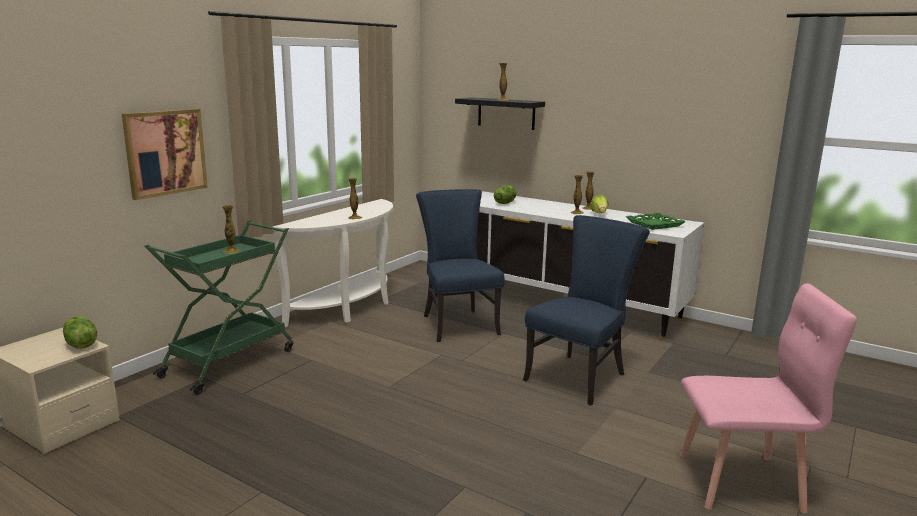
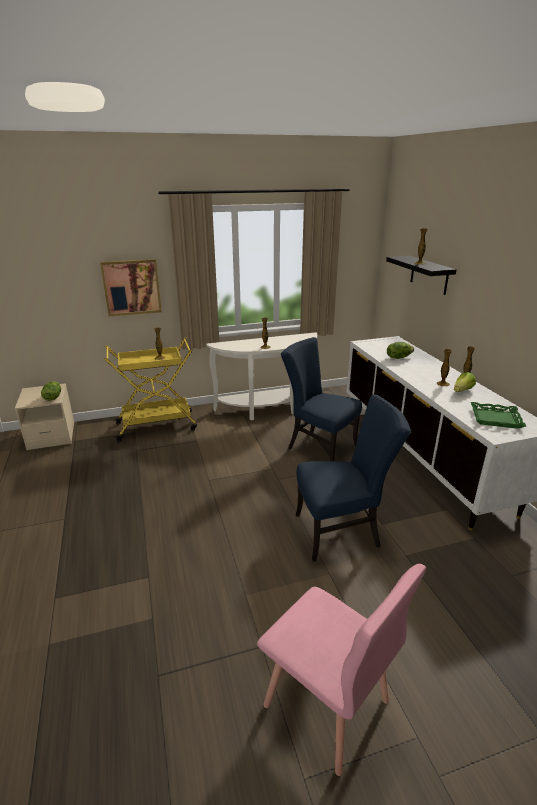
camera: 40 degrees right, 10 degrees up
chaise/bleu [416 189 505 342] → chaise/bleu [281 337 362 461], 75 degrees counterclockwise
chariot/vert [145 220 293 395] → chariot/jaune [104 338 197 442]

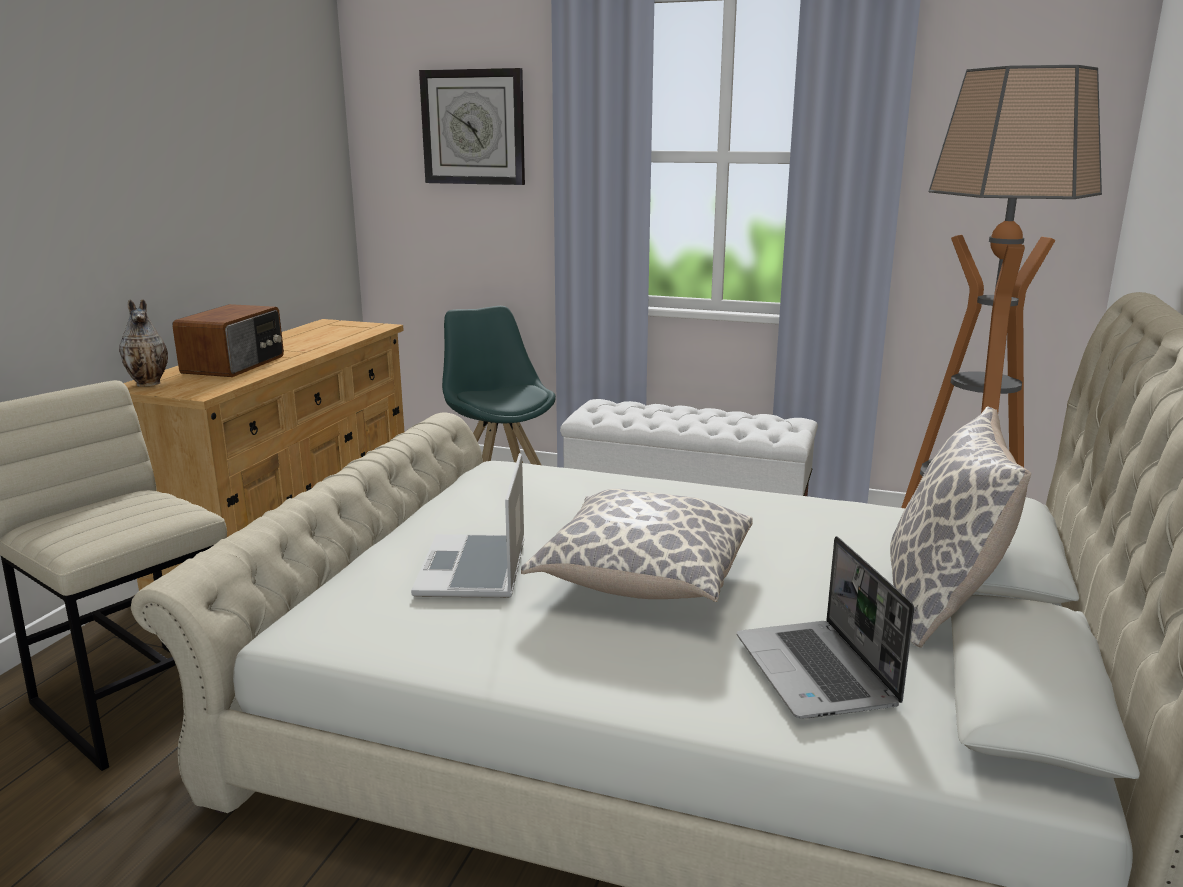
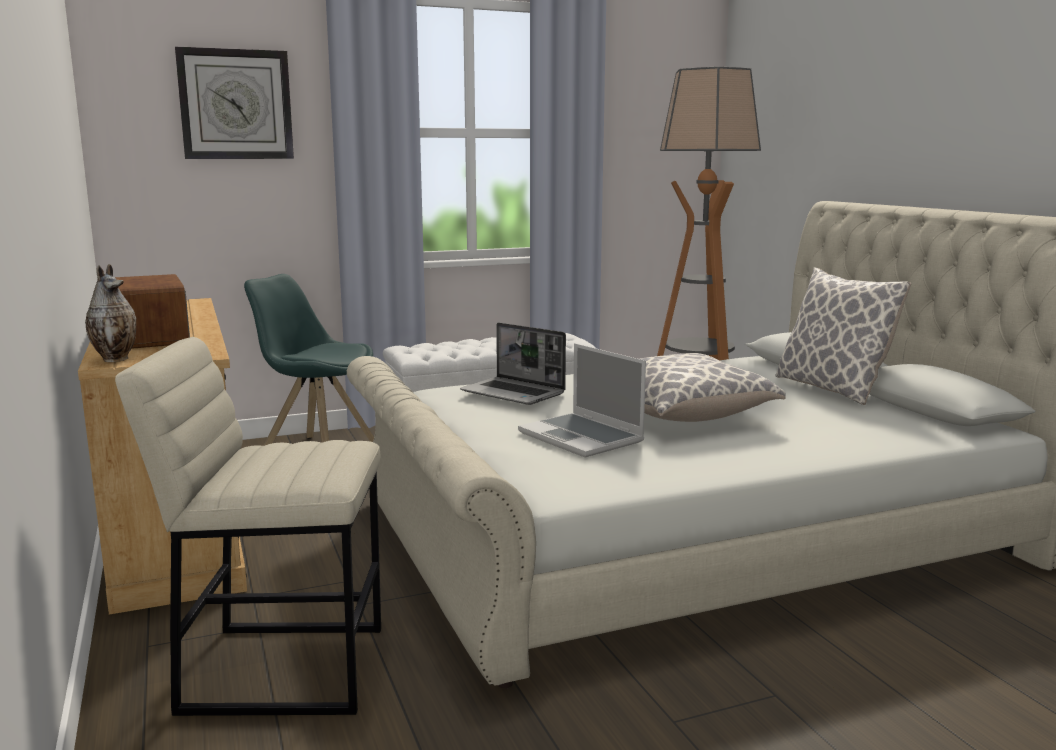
camera: 40 degrees left, 5 degrees down
ordinateur portable [737 536 914 718] → ordinateur portable [460 323 566 405], move

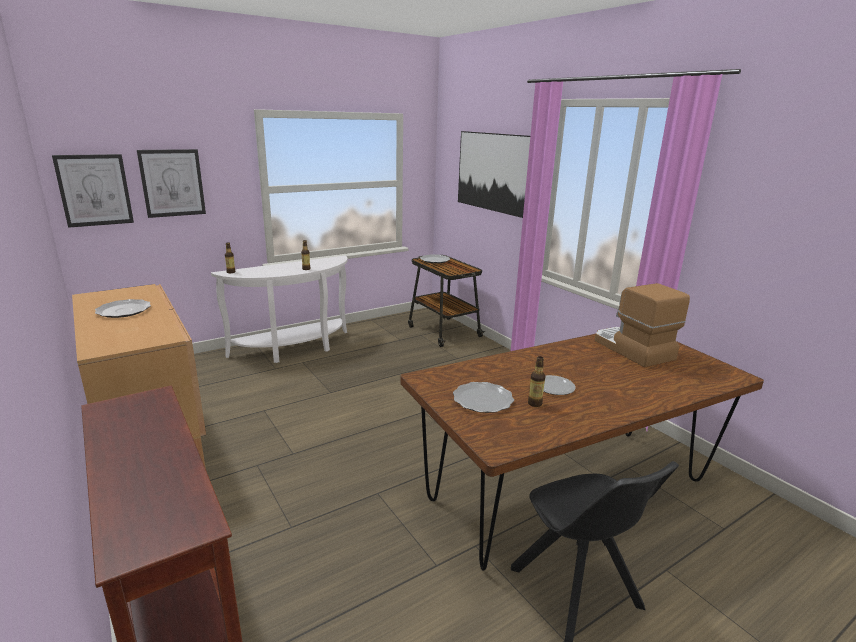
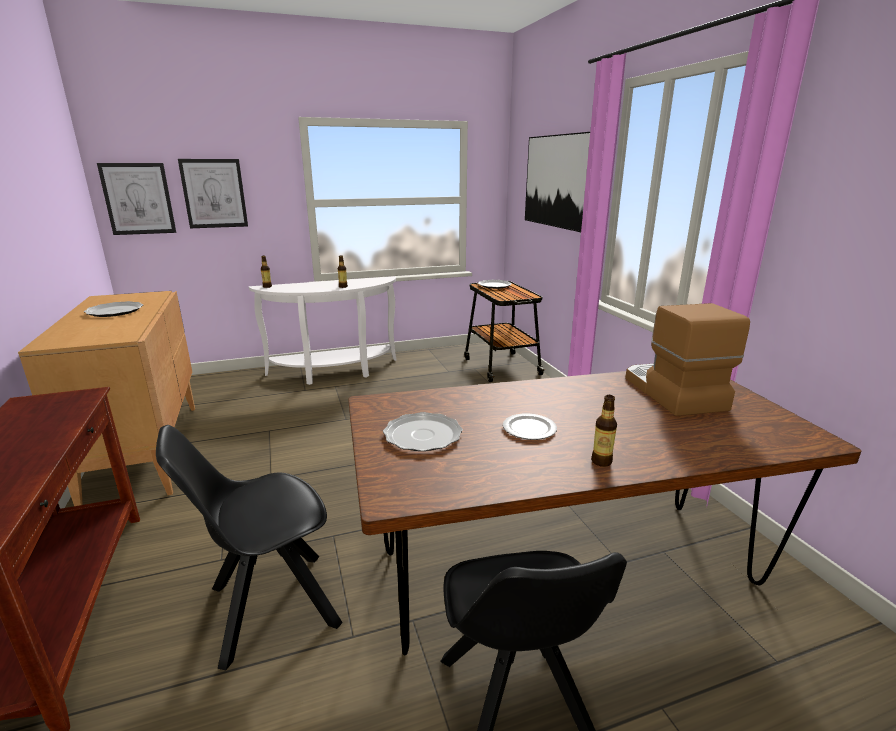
camera: 15 degrees right, 0 degrees up
bouteille [528 356 545 407] → bouteille [591 395 617 467], move
- → chaise/noir [156 425 343 670]

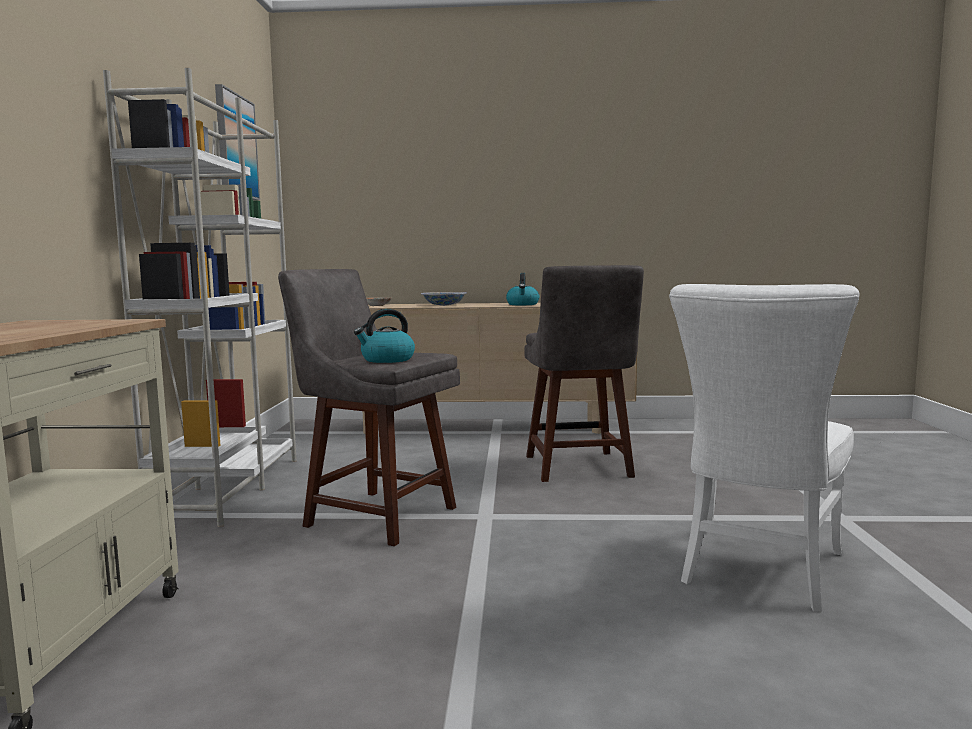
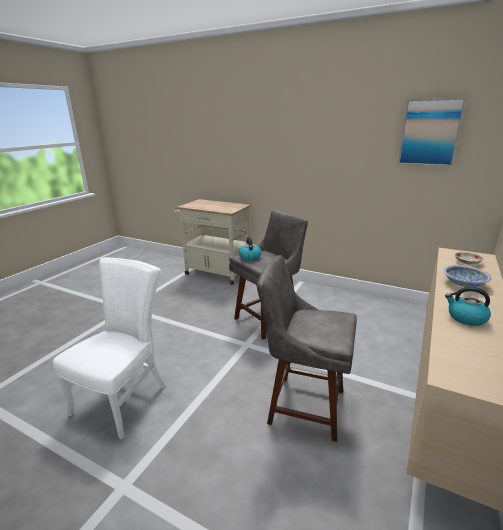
camera: 115 degrees right, 15 degrees up
bibliothèque/blanc [103 68 297 527] → -
chaise/blanc [669 284 860 612] → chaise/blanc [53 257 165 439], 60 degrees clockwise

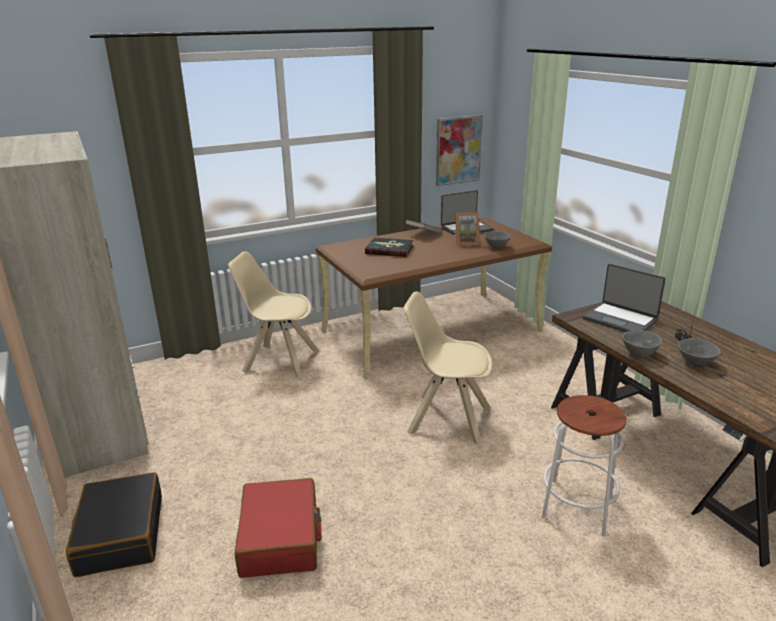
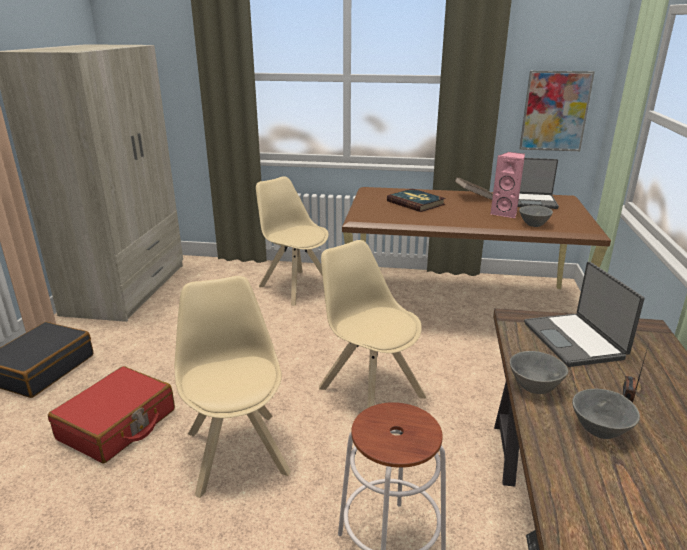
camera: 35 degrees right, 0 degrees up
cadre photo [454 212 480 246] → enceinte/rose [490 152 525 218]
- → chaise/beige [175 276 291 498]

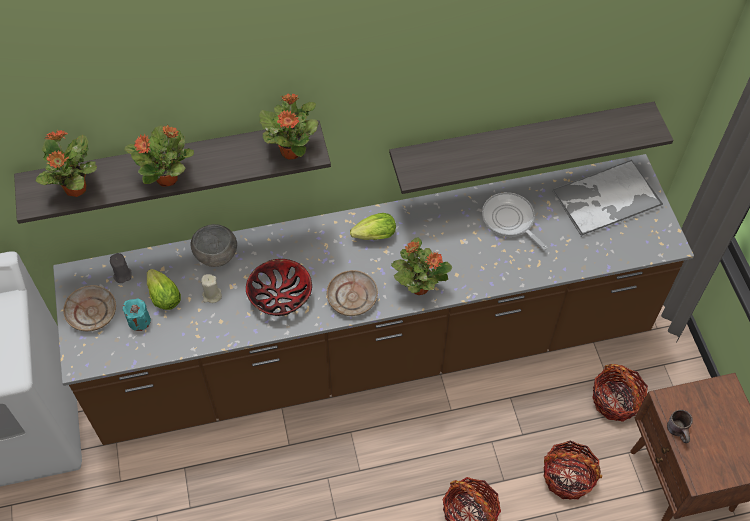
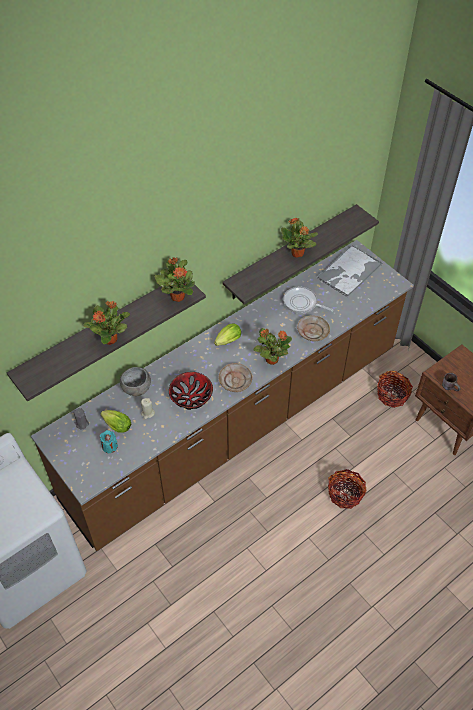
camera: 25 degrees left, 5 degrees down
plante en pot [36 130 97 197] → plante en pot [281 217 318 258], move
assiette/beige [63 285 116 331] → assiette/beige [297 315 330 341], move
panier [544 440 602 500] → -

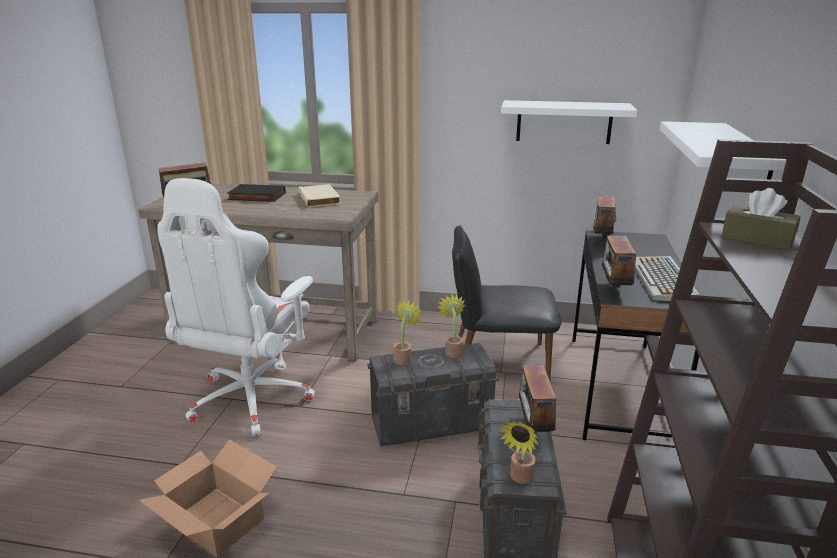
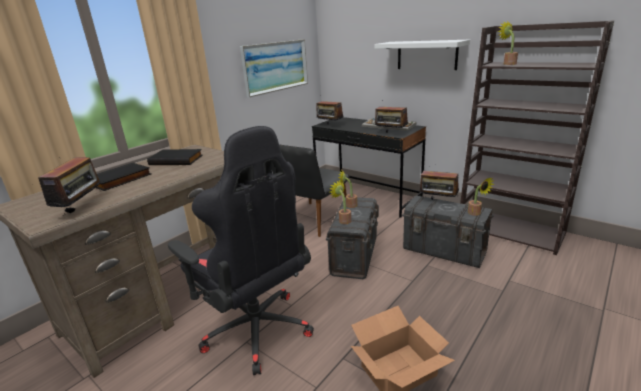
camera: 60 degrees left, 0 degrees up
étagère/blanc [501 100 637 144] → tableau [240 39 308 97]
chaise de bureau/blanc [157 178 315 437] → chaise de bureau/noir [168 126 314 375]
livre/beige [298 184 341 208] → livre/noir [147 149 203 165]
boîte à mouchoirs/marron [721 188 801 250] → plante en pot [498 21 518 65]

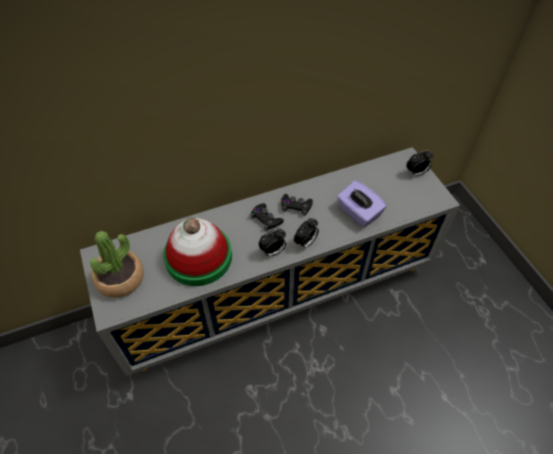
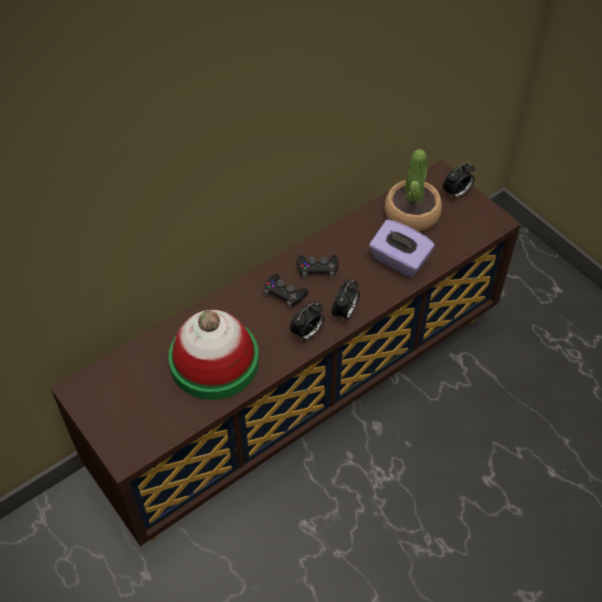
camera: 15 degrees left, 0 degrees up
meuble télé/gris [80 147 460 376] → meuble télé/marron [51 160 521 546]
plante en pot [90 231 144 297] → plante en pot [385 149 442 232], move

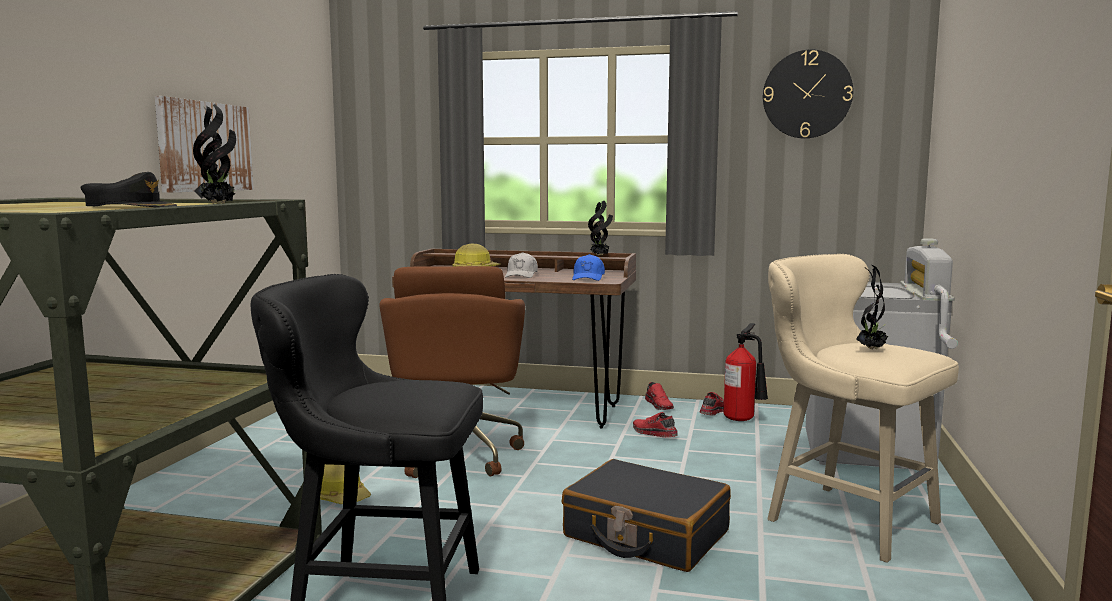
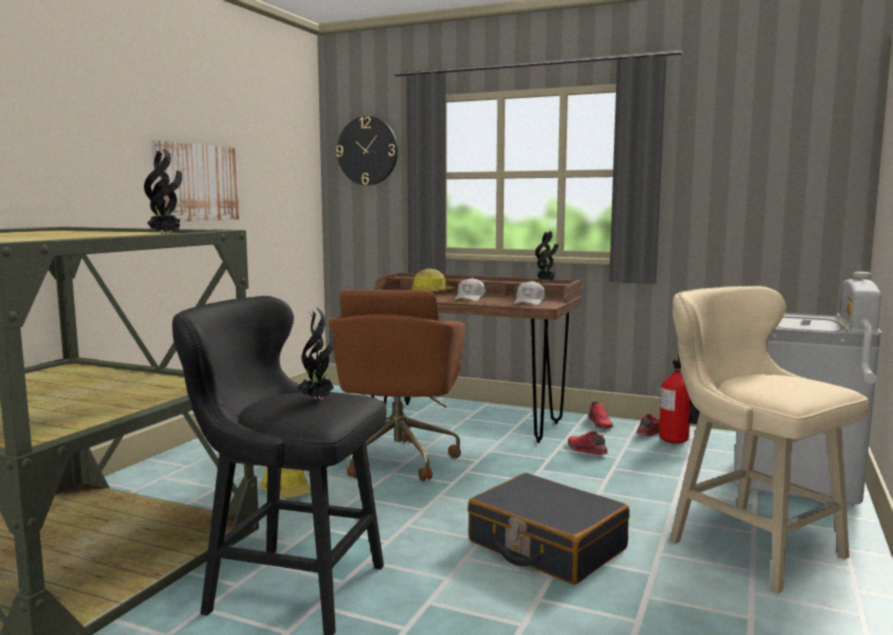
camera: 10 degrees right, 0 degrees up
horloge murale [763 49 853 139] → horloge murale [336 116 398 185], move
casquette/noir [80 172 177 207] → -
casquette/bleu [572 254 605 281] → casquette/blanc [514 281 546 306]
plante en pot [856 264 888 349] → plante en pot [297 308 334 400], move

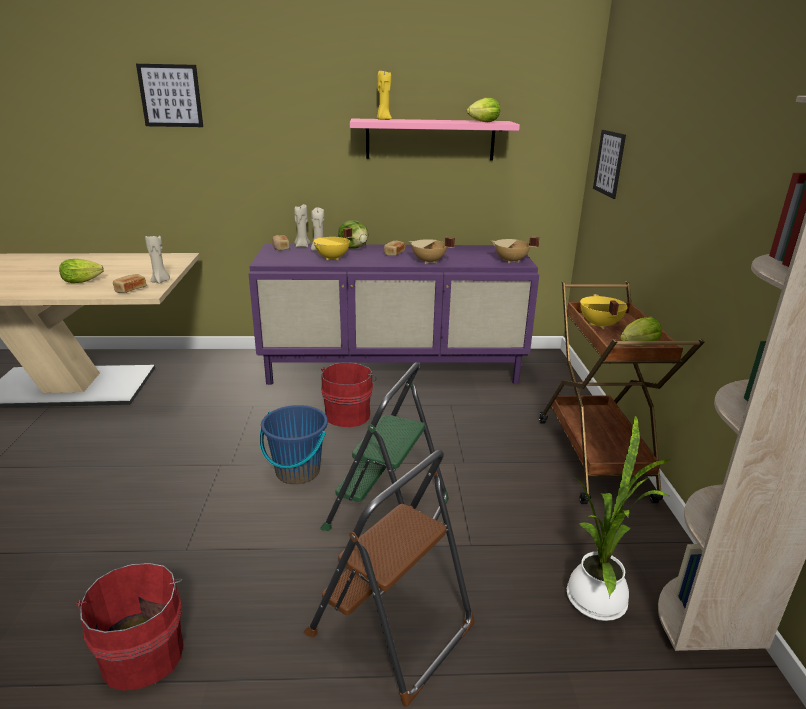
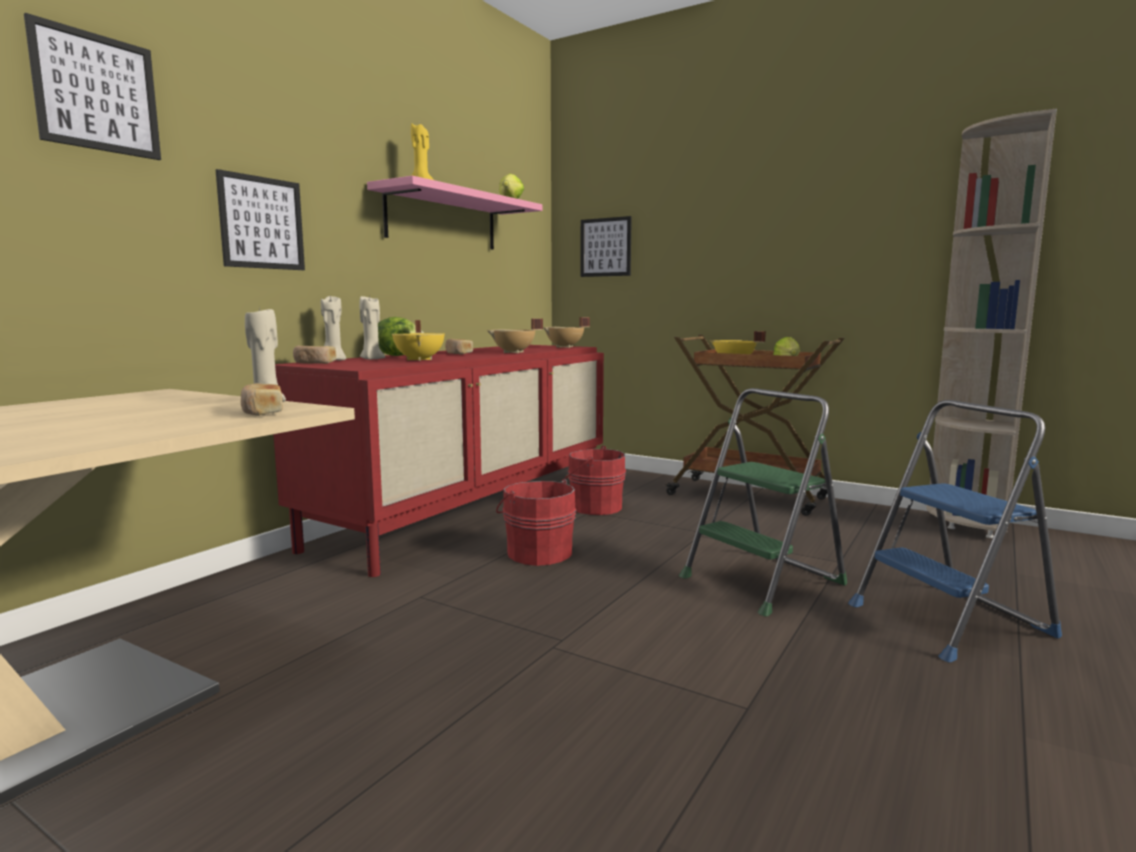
camera: 55 degrees left, 15 degrees down
meuble de rangement/violet [249 244 539 385] → meuble de rangement/rouge [273 345 604 577]
laitue [59 259 104 283] → -
seau/bleu [259 405 328 484] → -
plante en pot [567 415 671 621] → -
escabeau/marron [304 450 475 707] → escabeau/bleu [848 400 1062 662]
seau/rouge [75 563 184 691] → seau/rouge [565 446 626 515], move
- → tableau [216 169 305 270]

